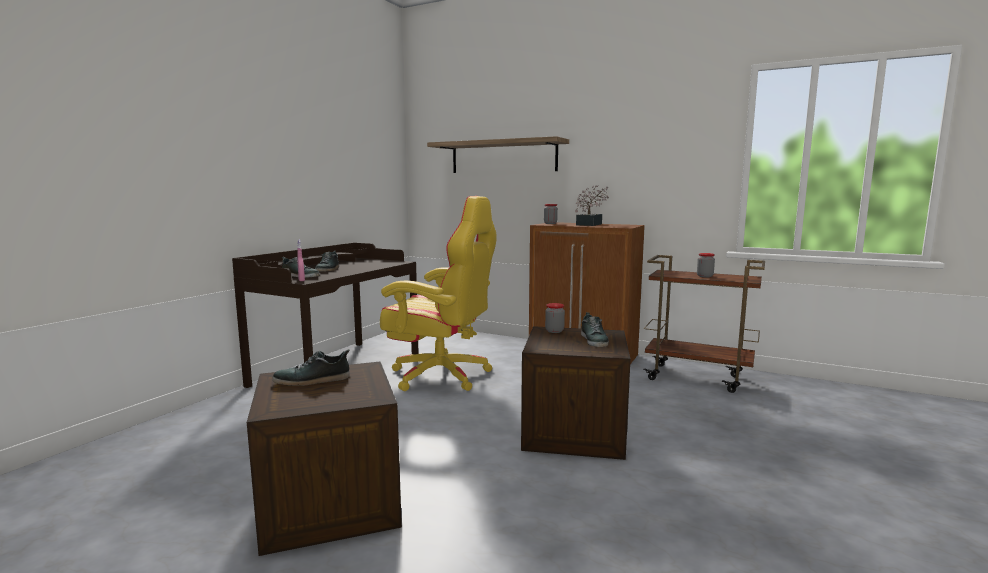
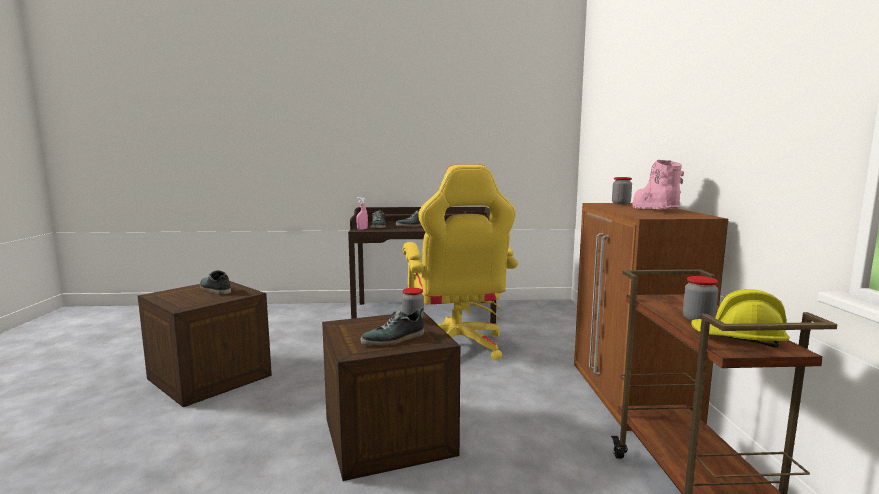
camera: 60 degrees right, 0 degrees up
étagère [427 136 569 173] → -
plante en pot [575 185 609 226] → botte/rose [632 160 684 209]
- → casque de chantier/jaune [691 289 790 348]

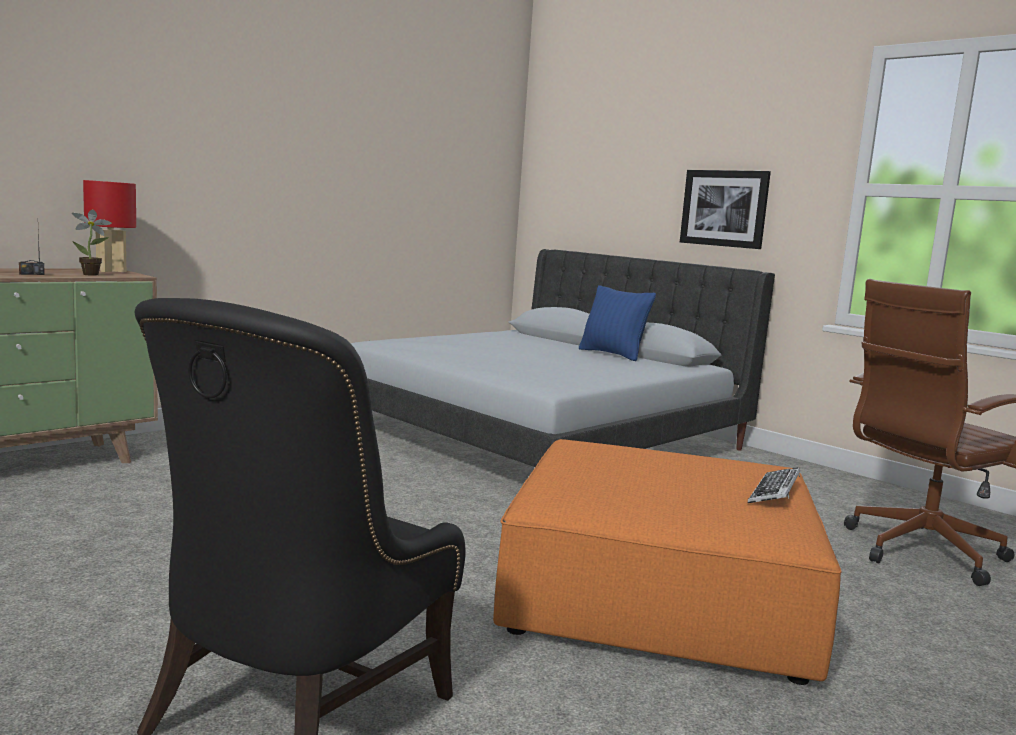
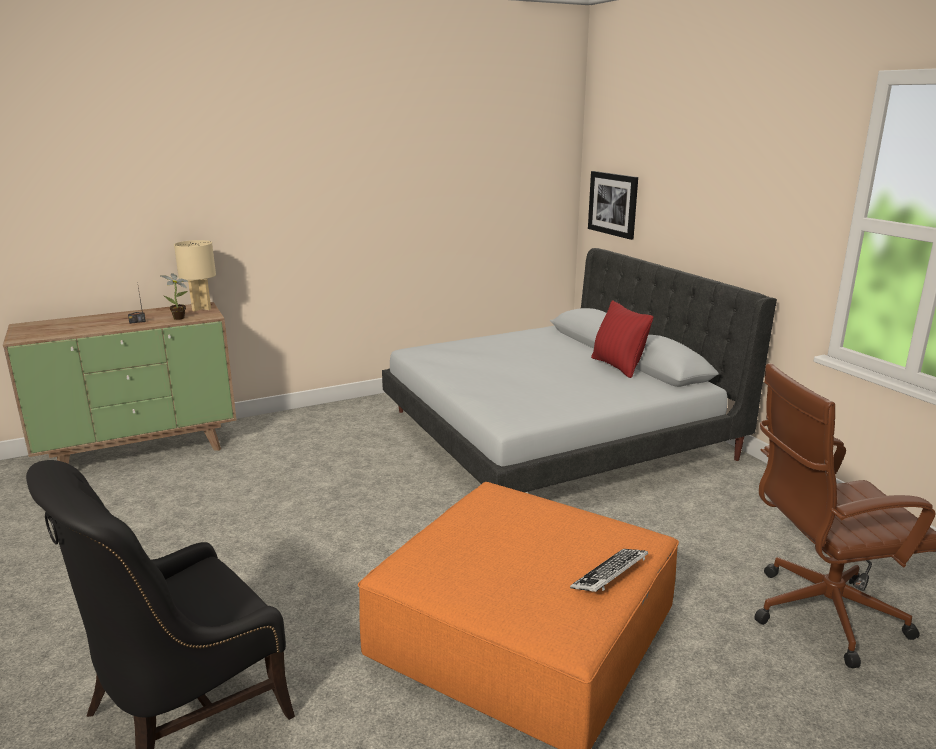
camera: 20 degrees right, 10 degrees up
tableau [680 170 771 249] → tableau [588 171 638 240], move
lampe de table/rouge [83 180 136 272] → lampe de table/beige [174 240 216 311]
coussin/bleu [579 285 656 361] → coussin/rouge [591 300 654 378]

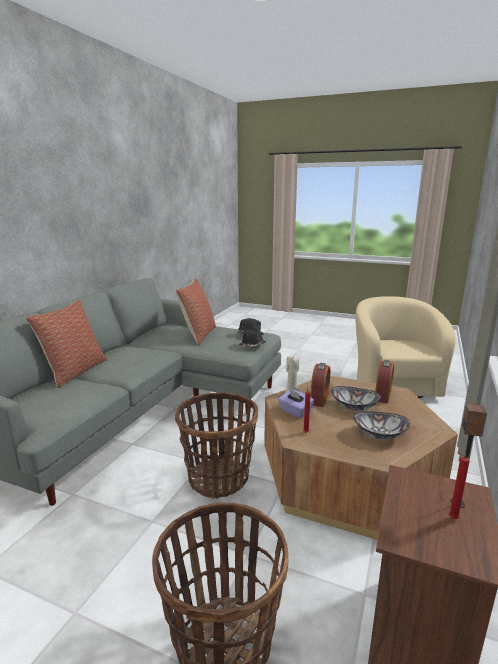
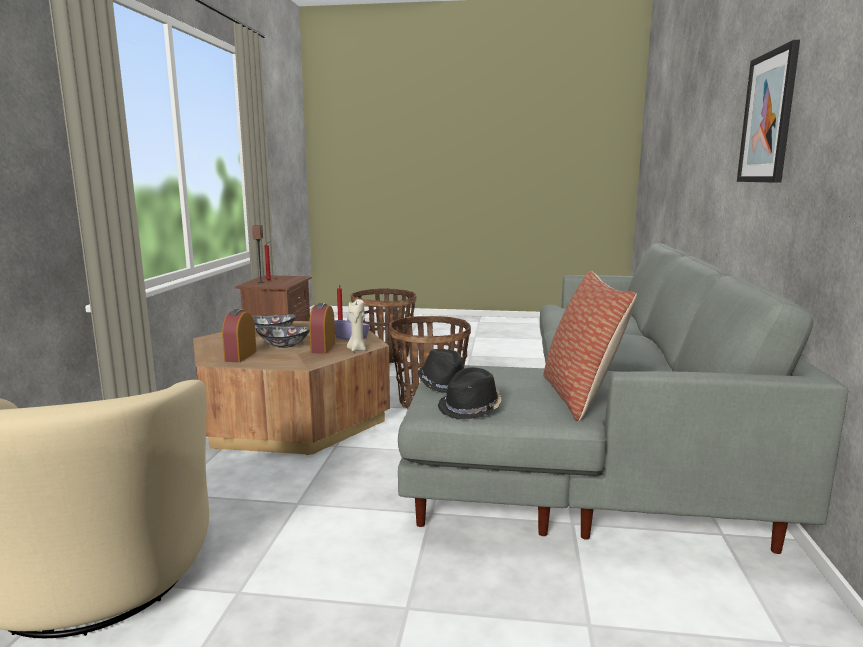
camera: 165 degrees right, 5 degrees down
coussin [26 300 107 388] → -
- → tableau [737 40 800 183]

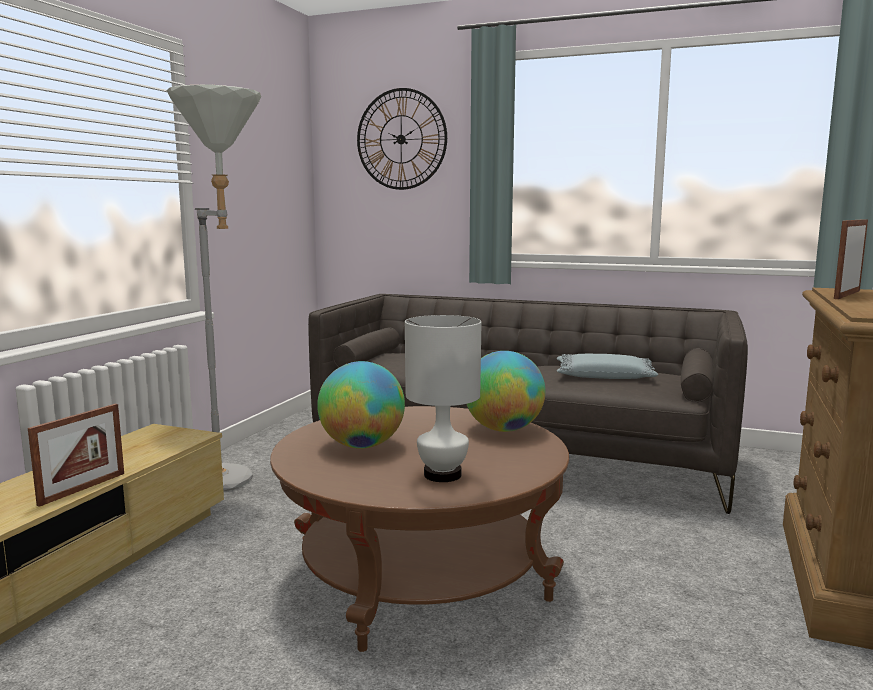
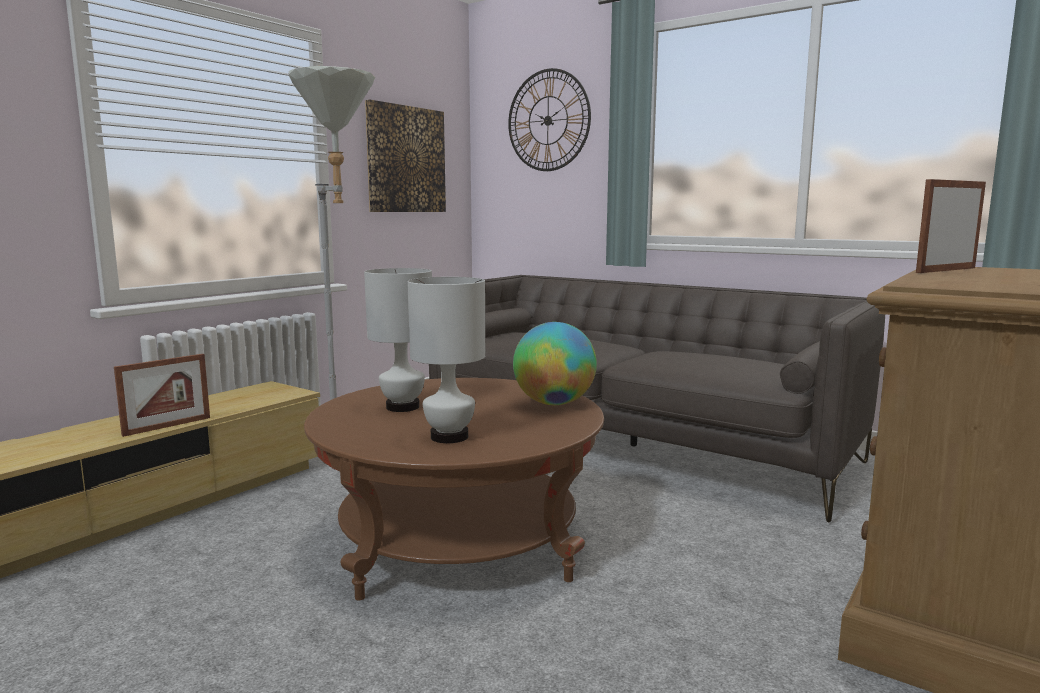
camera: 15 degrees right, 0 degrees up
coussin/bleu [557 354 658 379] → -
globe [317 361 405 449] → lampe de table/blanc [364 268 432 412]
- → tableau [365 99 446 212]

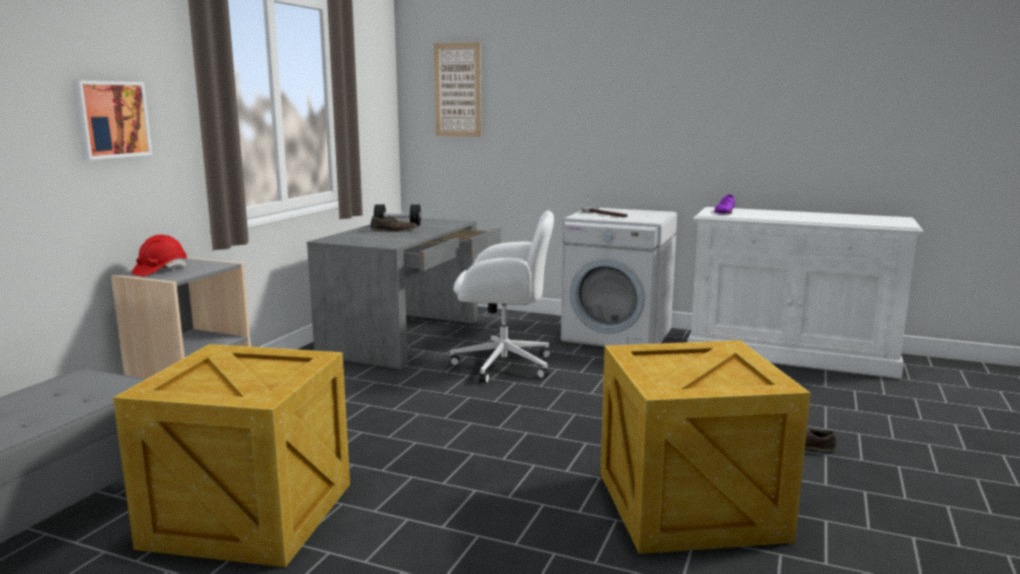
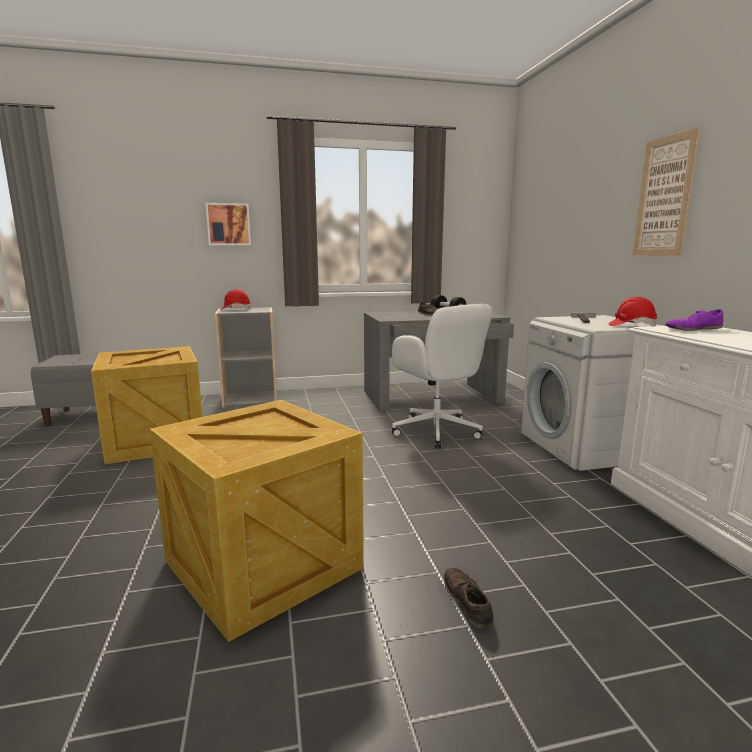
camera: 55 degrees right, 0 degrees up
tableau [434 42 481 137] → tableau [633 127 700 256], move
- → casque de chantier/rouge [608 297 658 326]

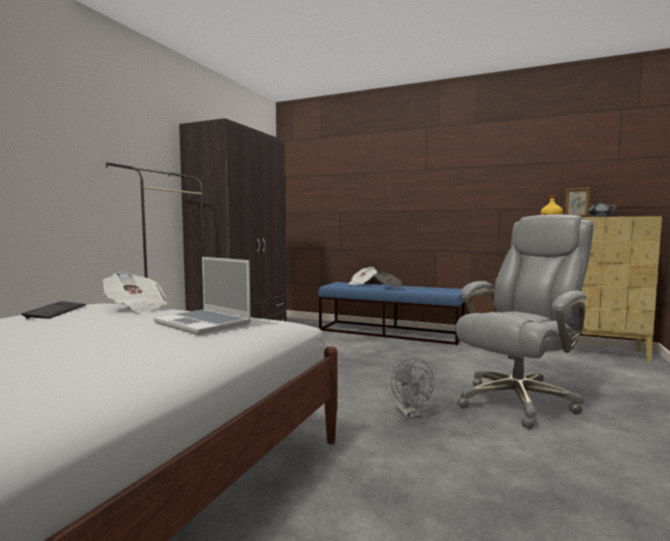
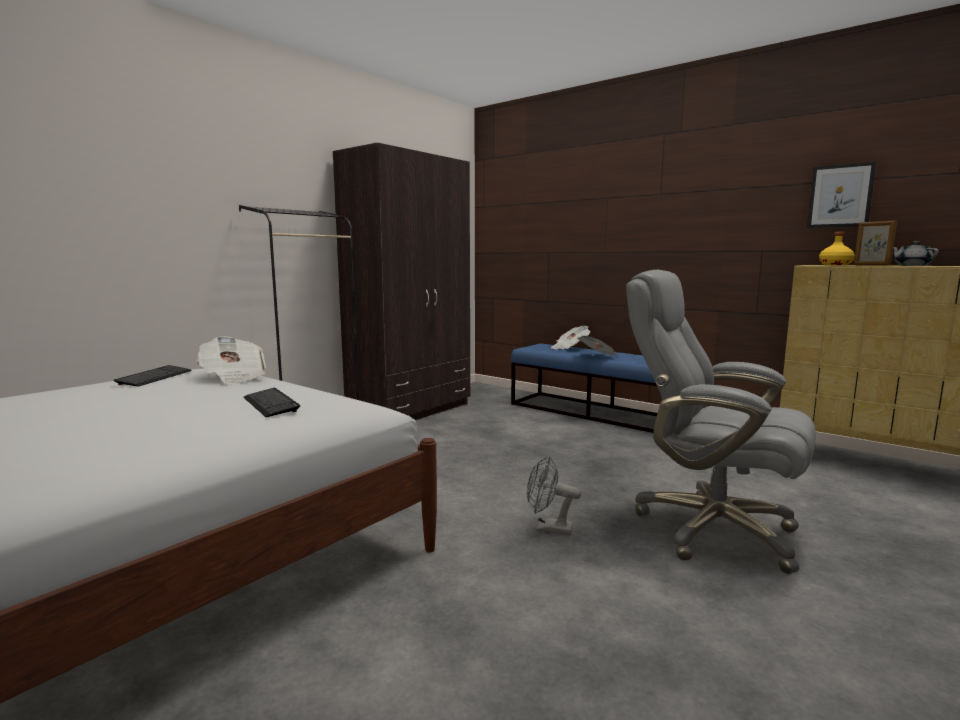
camera: 15 degrees right, 5 degrees up
chaise de bureau/gris [456 214 594 429] → chaise de bureau/gris [626 270 816 574], 120 degrees counterclockwise
ordinateur portable [154 257 251 335] → clavier [244 388 300 417]
ventilateur/gris [391 358 434 419] → ventilateur/gris [527 456 581 535], 105 degrees clockwise
- → tableau [807 162 877 228]

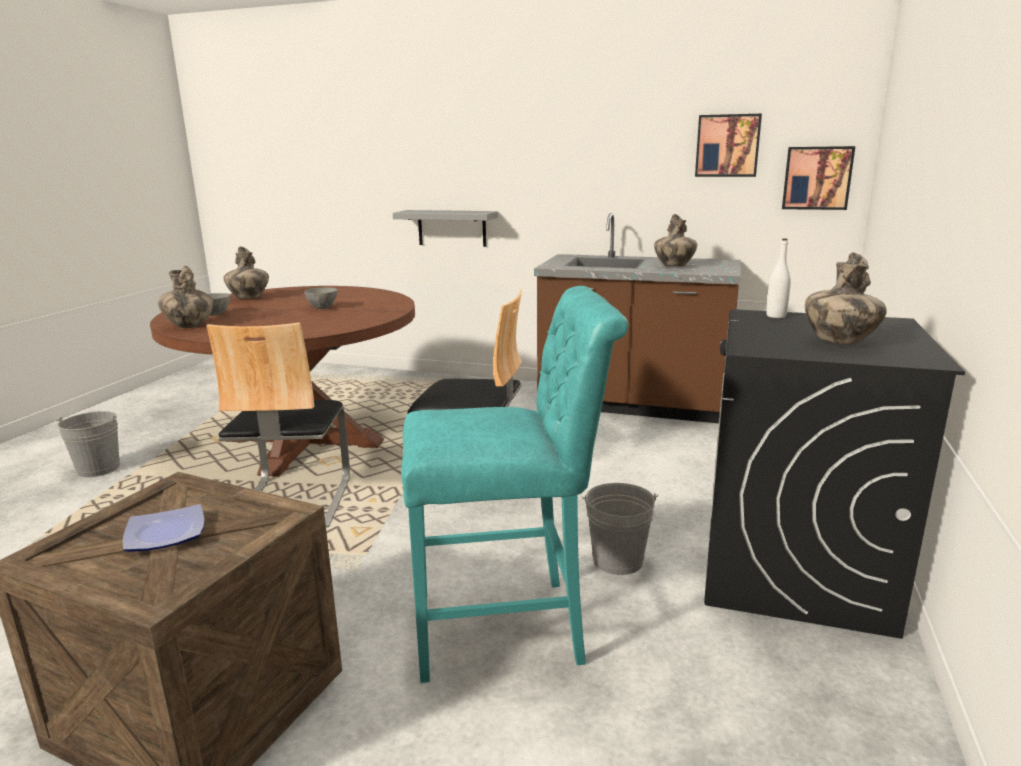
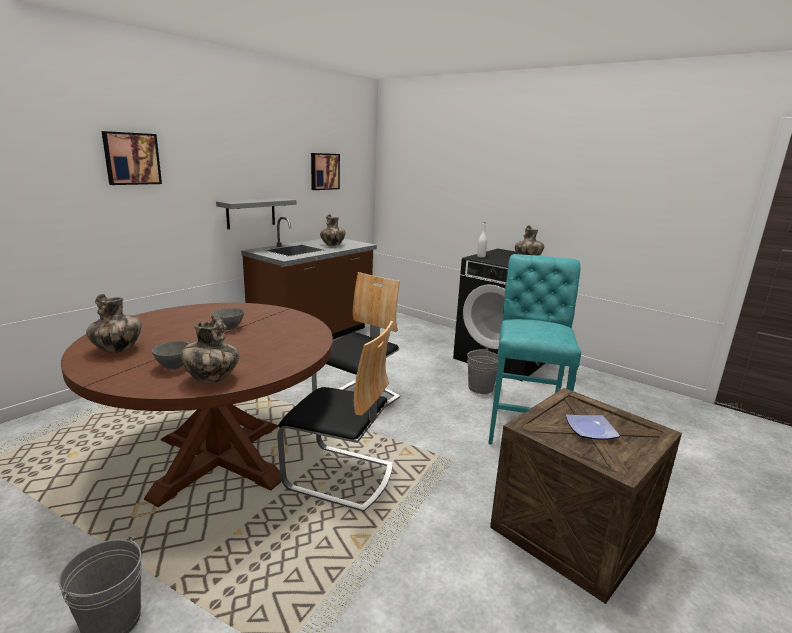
camera: 70 degrees left, 0 degrees up
tableau [782 146 855 210] → tableau [102 131 162 185], move
étagère/gris [393 210 498 247] → étagère/gris [216 198 296 229], move

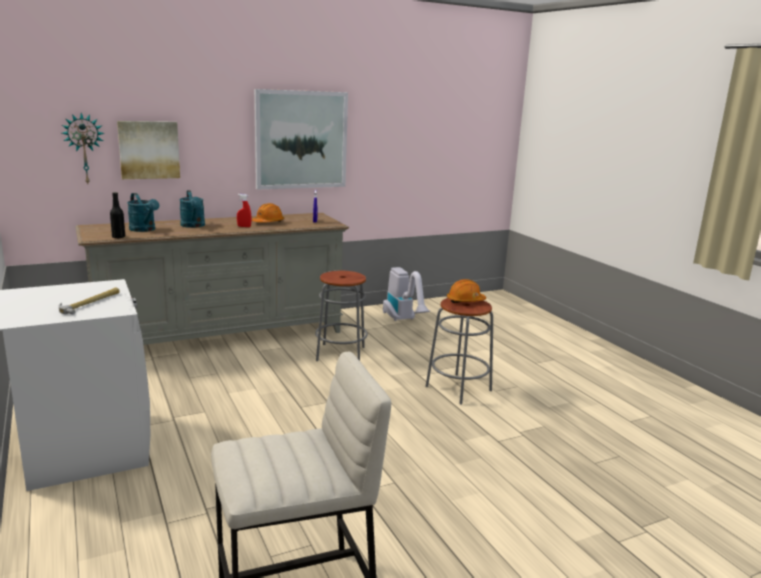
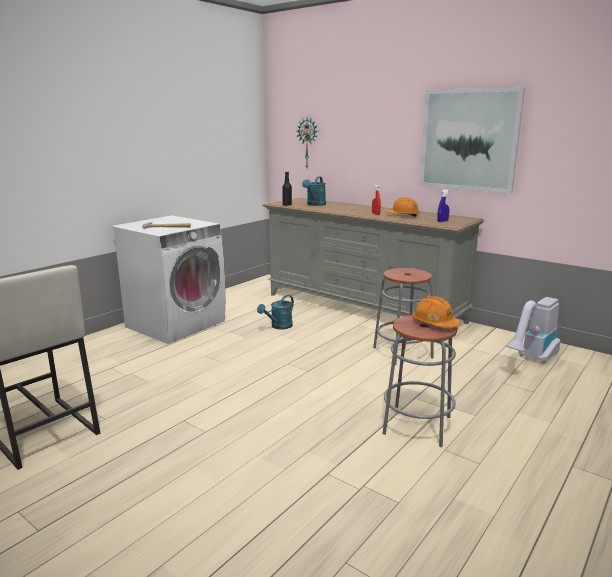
camera: 65 degrees right, 0 degrees up
tableau [117 121 180 179] → -
arrosoir/turquoise [179 190 205 228] → arrosoir/turquoise [257 295 294 329], move

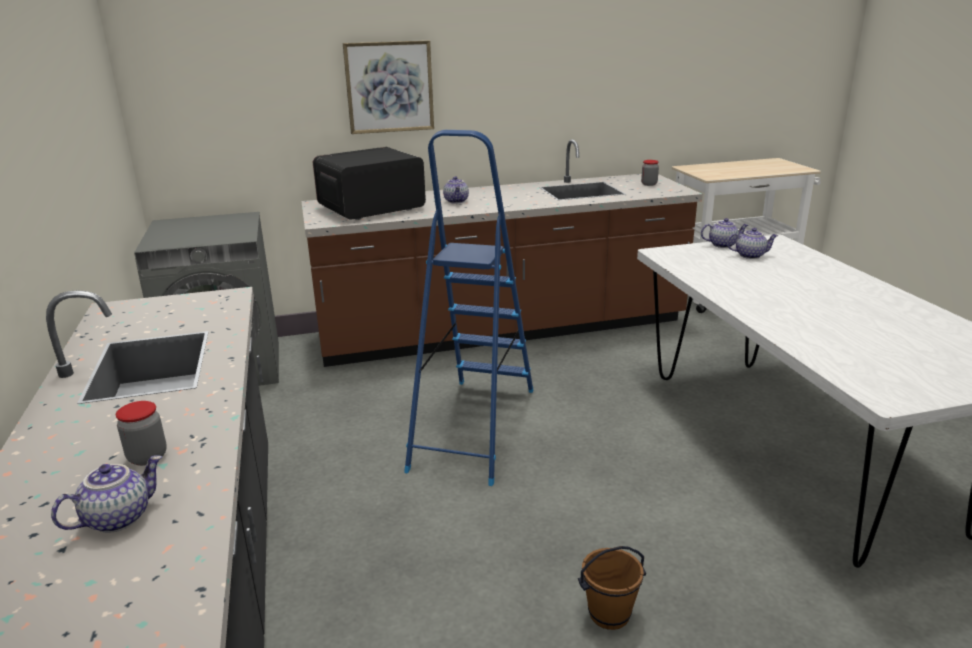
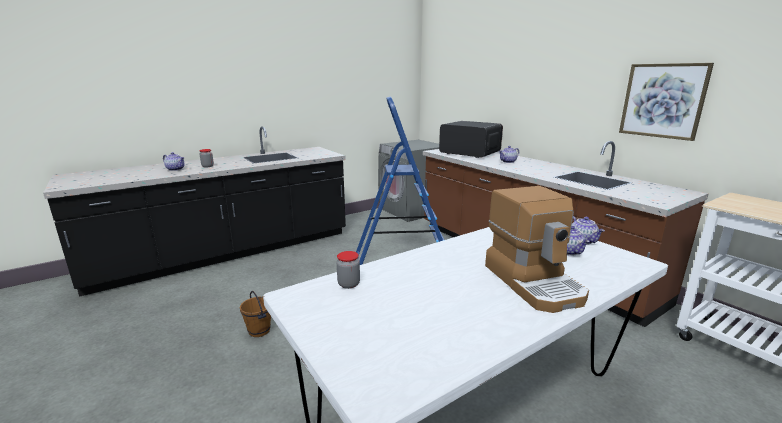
camera: 70 degrees right, 5 degrees down
tableau [343 40 434 134] → tableau [619 63 714 141], move
bocal [641 160 659 186] → bocal [337 251 360 289], move
- → machine à café [485 186 589 313]

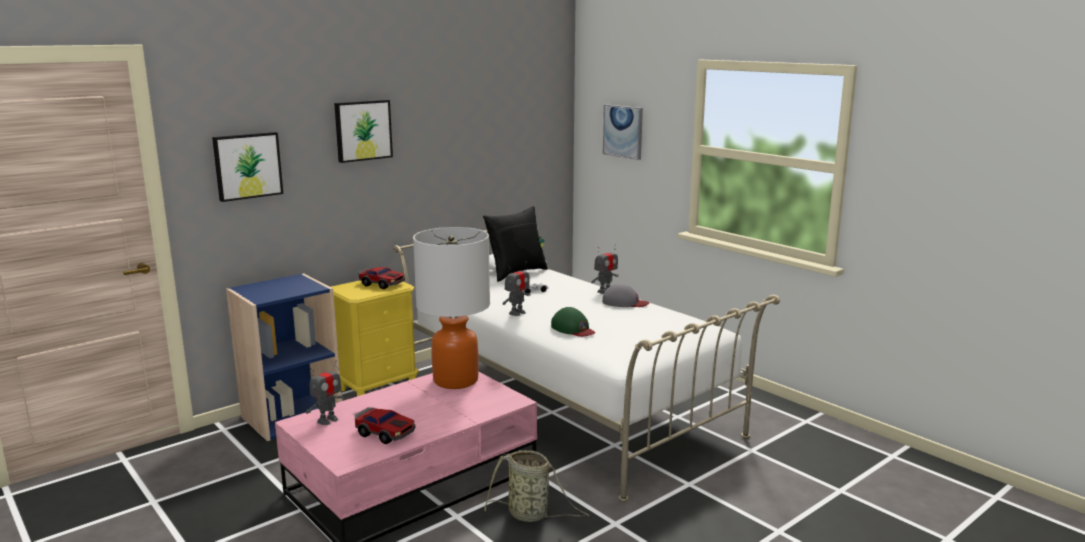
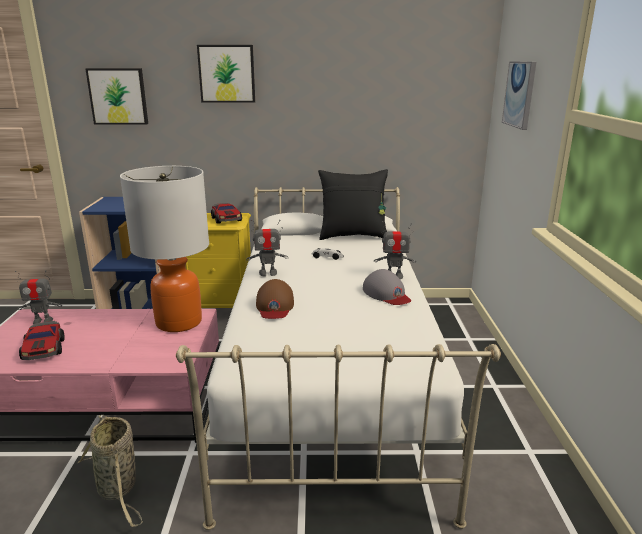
camera: 40 degrees right, 5 degrees up
casquette/vert [551 307 595 337] → casquette/marron [256 279 294 319]

